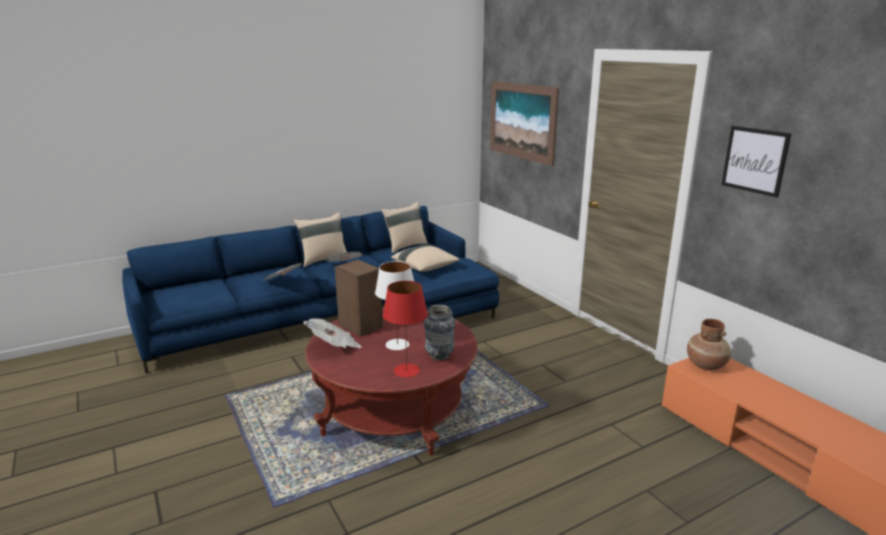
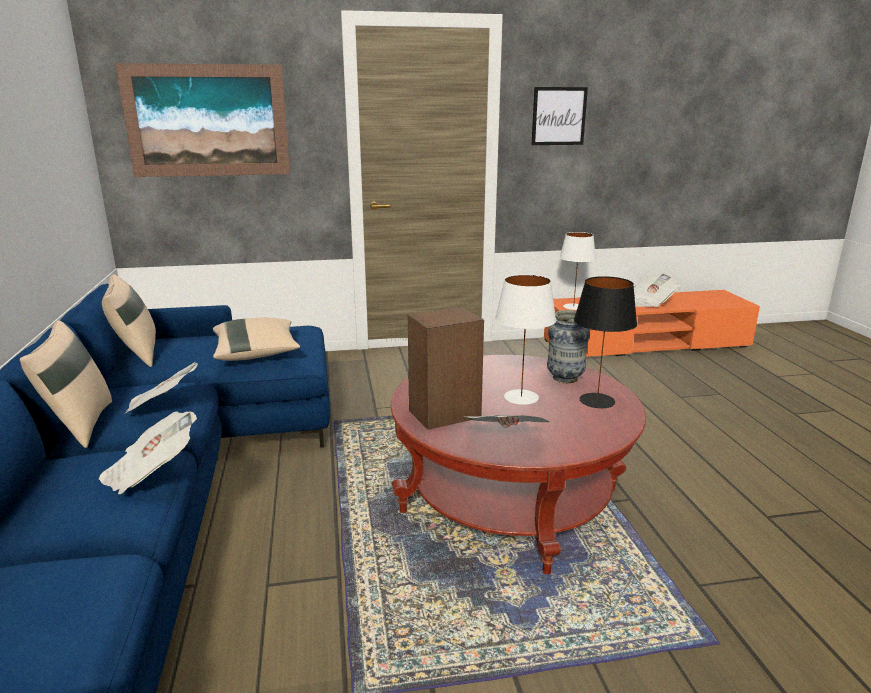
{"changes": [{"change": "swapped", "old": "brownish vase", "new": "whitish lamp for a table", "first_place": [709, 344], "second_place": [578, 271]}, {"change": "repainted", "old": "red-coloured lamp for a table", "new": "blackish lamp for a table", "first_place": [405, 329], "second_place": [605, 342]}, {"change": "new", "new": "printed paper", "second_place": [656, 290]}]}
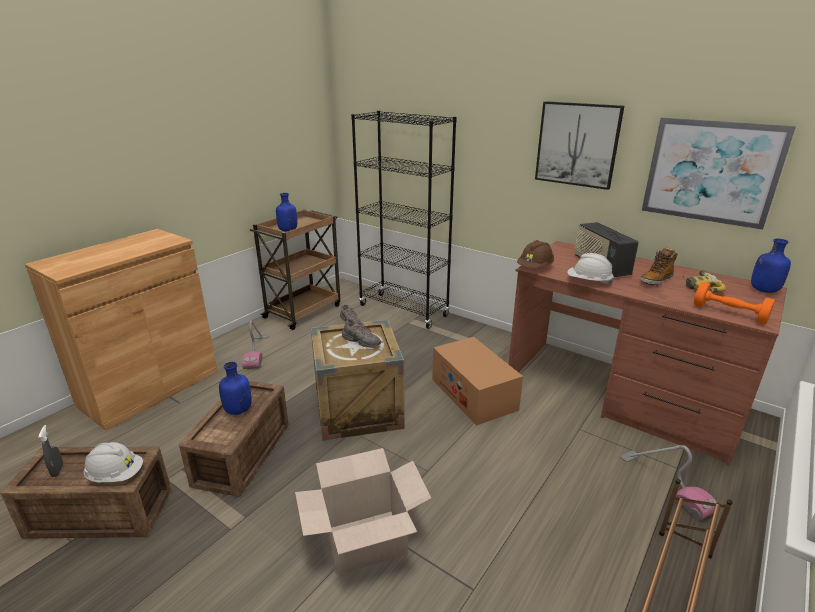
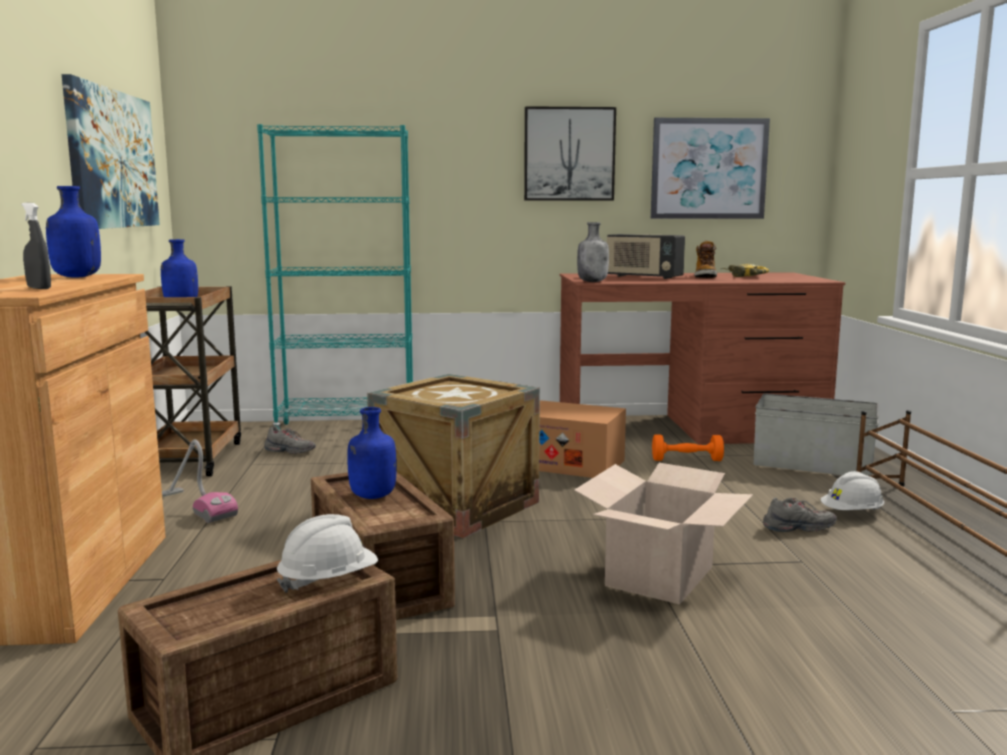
{"changes": [{"change": "shifted", "old": "gray sprayer", "first_place": [50, 451], "second_place": [36, 245]}, {"change": "shifted", "old": "blue bottle", "first_place": [771, 266], "second_place": [73, 231]}, {"change": "new", "new": "picture", "second_place": [111, 151]}, {"change": "repainted", "old": "blackish bookcase", "new": "turquoise bookcase", "first_place": [404, 219], "second_place": [335, 277]}, {"change": "swapped", "old": "brownish safety helmet", "new": "gray bottle", "first_place": [535, 254], "second_place": [593, 252]}, {"change": "shifted", "old": "orange free weight", "first_place": [734, 303], "second_place": [688, 448]}, {"change": "swapped", "old": "vacuum cleaner", "new": "gray storage container", "first_place": [668, 482], "second_place": [816, 434]}, {"change": "shifted", "old": "gray low shoe", "first_place": [361, 333], "second_place": [800, 515]}, {"change": "shifted", "old": "whitish safety helmet", "first_place": [590, 269], "second_place": [852, 490]}]}
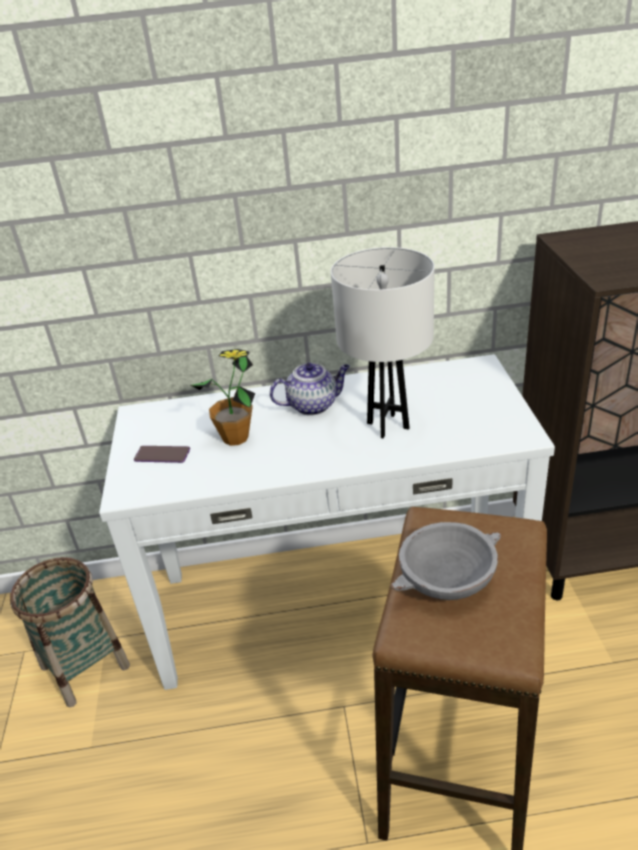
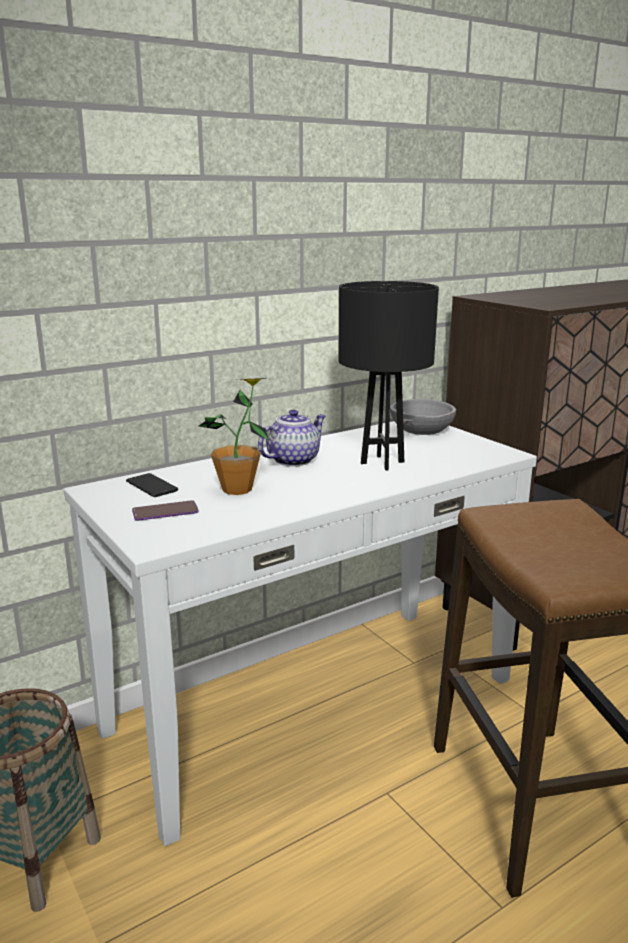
{"changes": [{"change": "new", "new": "telephone", "second_place": [152, 485]}, {"change": "repainted", "old": "whitish lamp for a table", "new": "blackish lamp for a table", "first_place": [383, 343], "second_place": [389, 375]}, {"change": "shifted", "old": "gray serving bowl", "first_place": [445, 561], "second_place": [423, 417]}]}
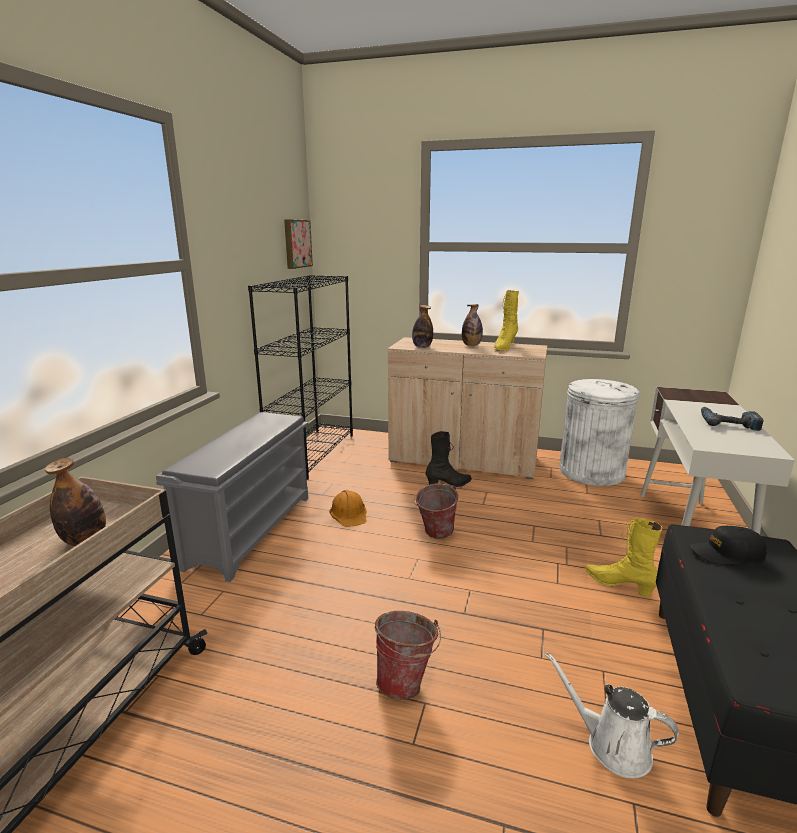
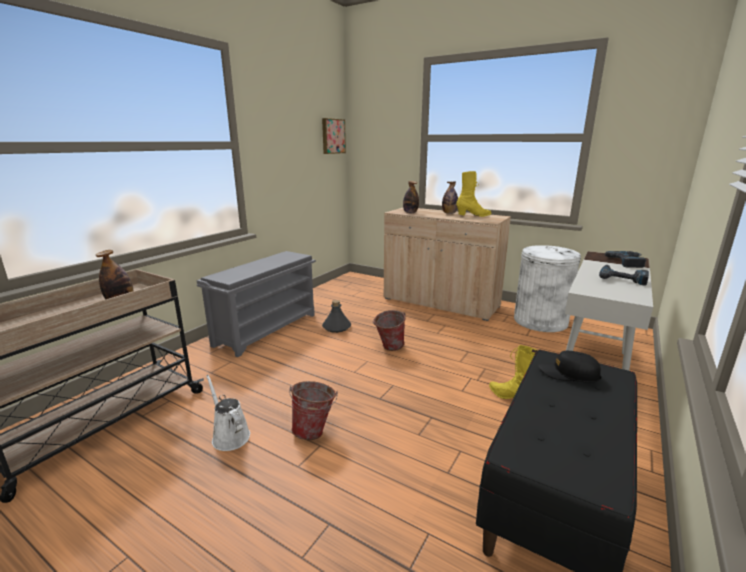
{"changes": [{"change": "shifted", "old": "whitish sprinkling can", "first_place": [612, 715], "second_place": [228, 413]}, {"change": "swapped", "old": "orange safety helmet", "new": "gray bottle", "first_place": [348, 508], "second_place": [336, 316]}, {"change": "rotated", "old": "yellow-coloured tall boot", "first_place": [506, 320], "second_place": [474, 194], "degrees": -150}, {"change": "new", "new": "drill", "second_place": [626, 259]}, {"change": "gone", "old": "blackish bookcase", "first_place": [300, 377]}, {"change": "gone", "old": "blackish tall boot", "first_place": [448, 459]}]}
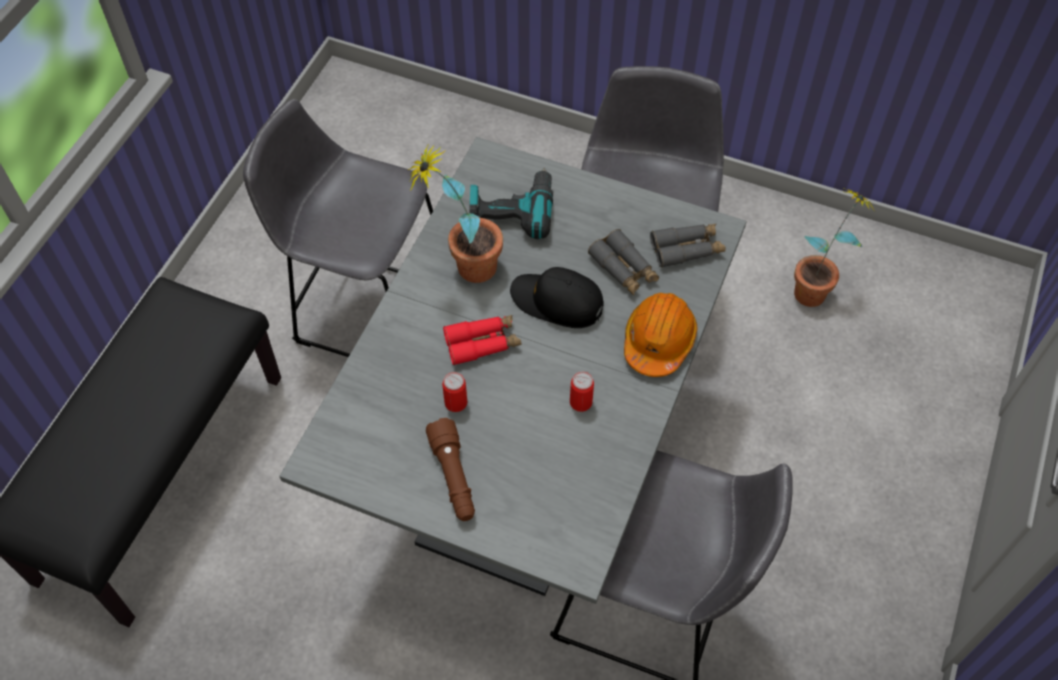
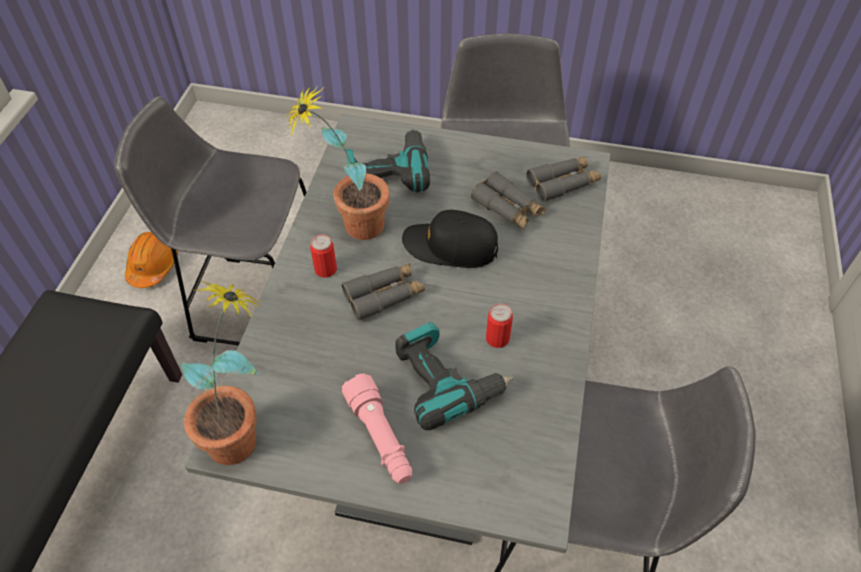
{"changes": [{"change": "shifted", "old": "orange safety helmet", "first_place": [660, 335], "second_place": [151, 260]}, {"change": "shifted", "old": "potted plant", "first_place": [834, 248], "second_place": [221, 372]}, {"change": "shifted", "old": "sealed can", "first_place": [454, 392], "second_place": [323, 256]}, {"change": "repainted", "old": "red-coloured field glasses", "new": "gray field glasses", "first_place": [482, 340], "second_place": [383, 292]}, {"change": "repainted", "old": "brownish torch", "new": "pink-coloured torch", "first_place": [450, 469], "second_place": [377, 428]}, {"change": "new", "new": "drill", "second_place": [454, 376]}]}
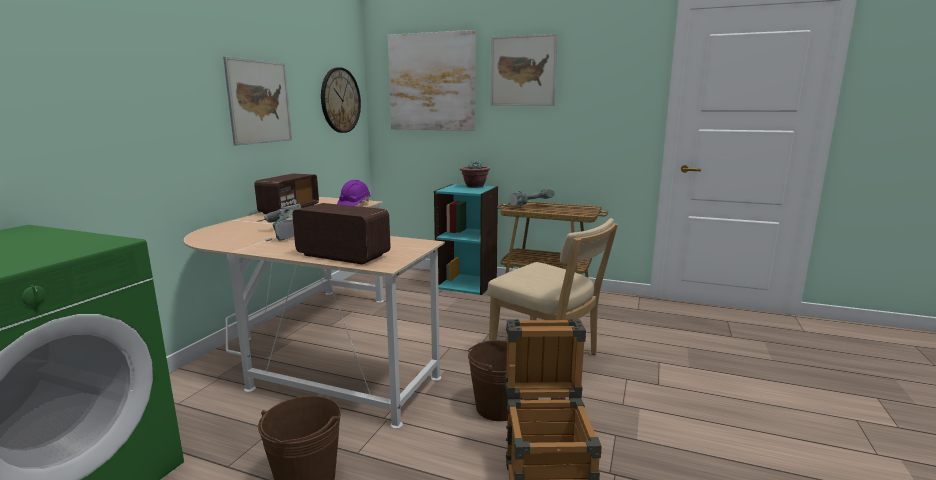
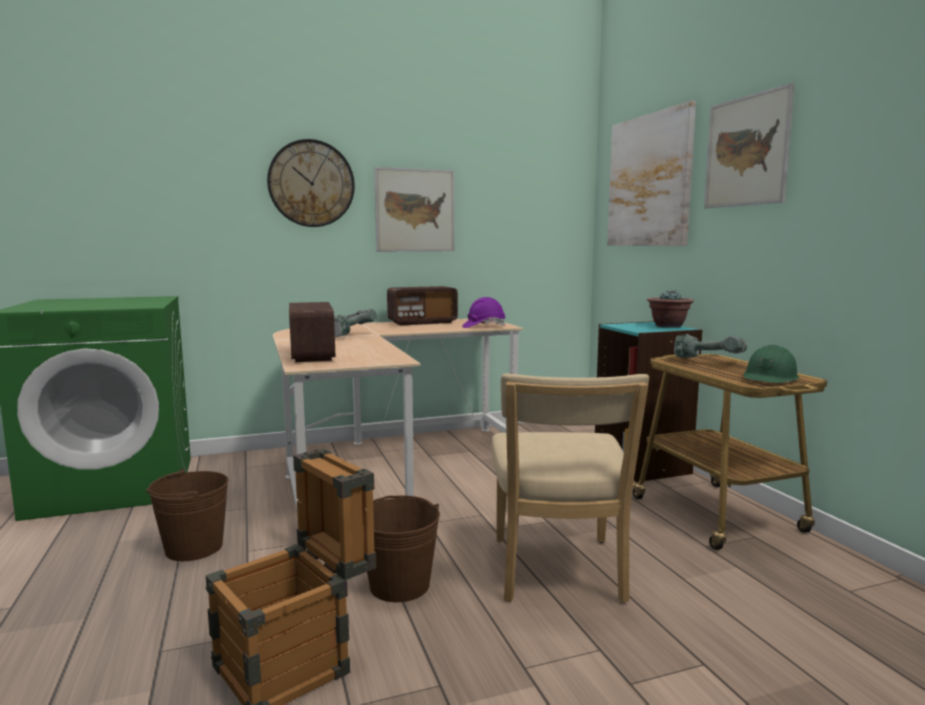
{"changes": [{"change": "shifted", "old": "hanging clock", "first_place": [341, 100], "second_place": [311, 183]}, {"change": "new", "new": "green-coloured safety helmet", "second_place": [771, 364]}]}
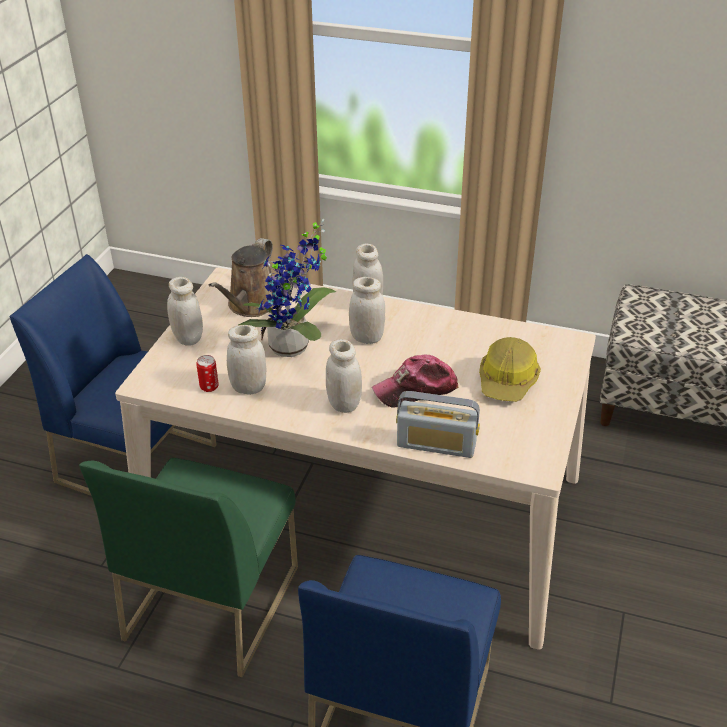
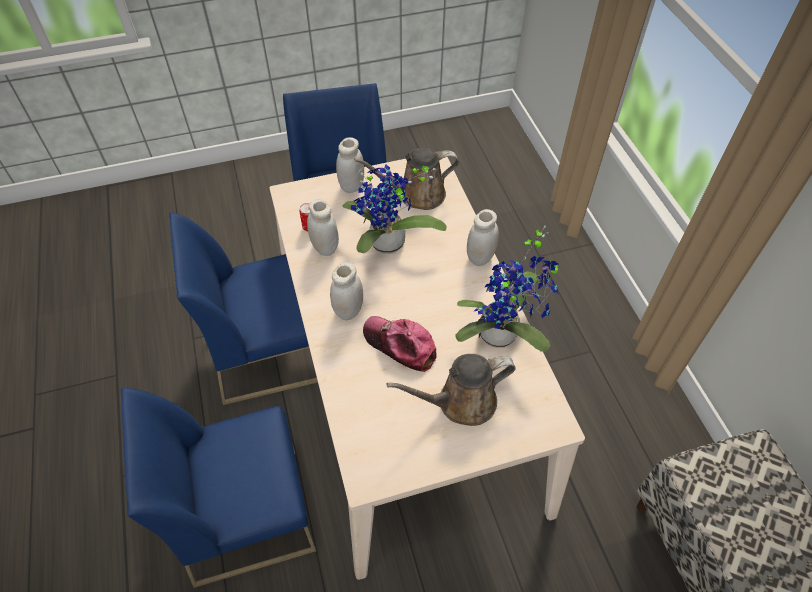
{"changes": [{"change": "repainted", "old": "green-coloured upright chair", "new": "blue upright chair", "first_place": [188, 567], "second_place": [243, 308]}, {"change": "swapped", "old": "safety helmet", "new": "brownish sprinkling can", "first_place": [510, 369], "second_place": [451, 390]}, {"change": "new", "new": "potted plant", "second_place": [507, 288]}, {"change": "gone", "old": "whitish jar", "first_place": [367, 310]}, {"change": "gone", "old": "radio", "first_place": [438, 424]}]}
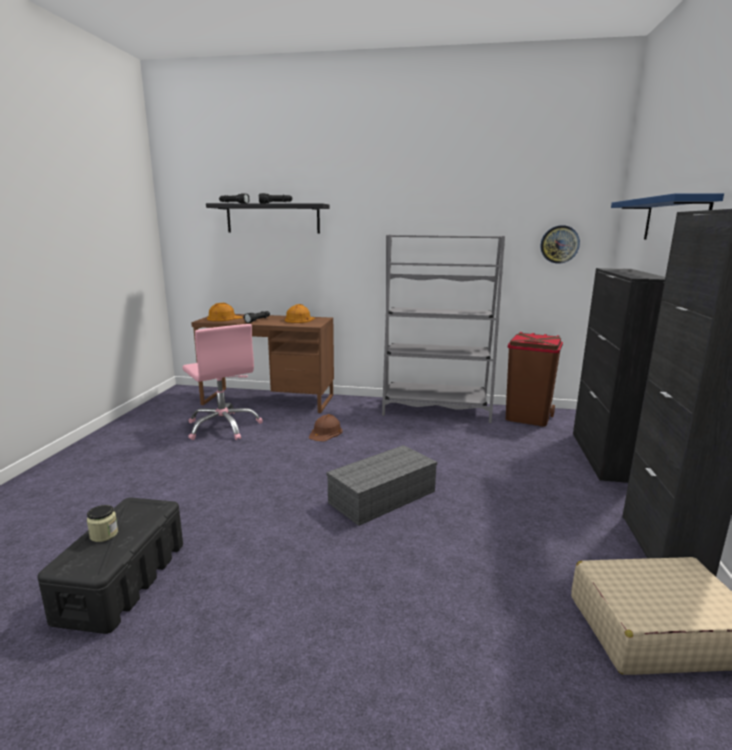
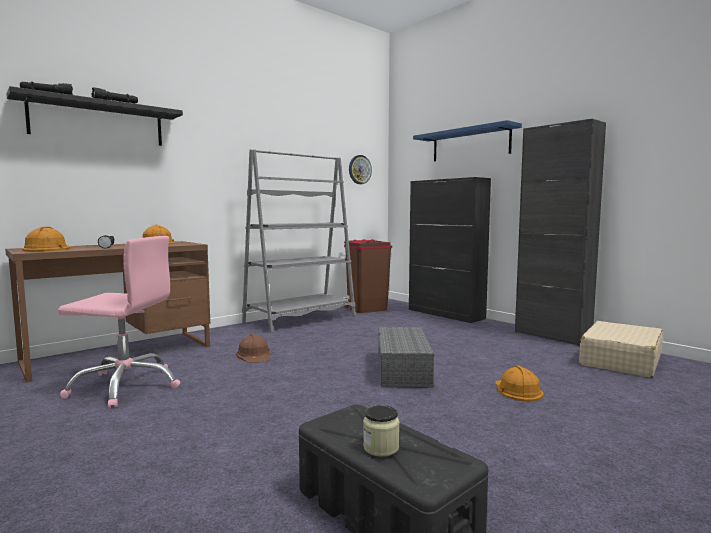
{"changes": [{"change": "new", "new": "orange safety helmet", "second_place": [519, 383]}]}
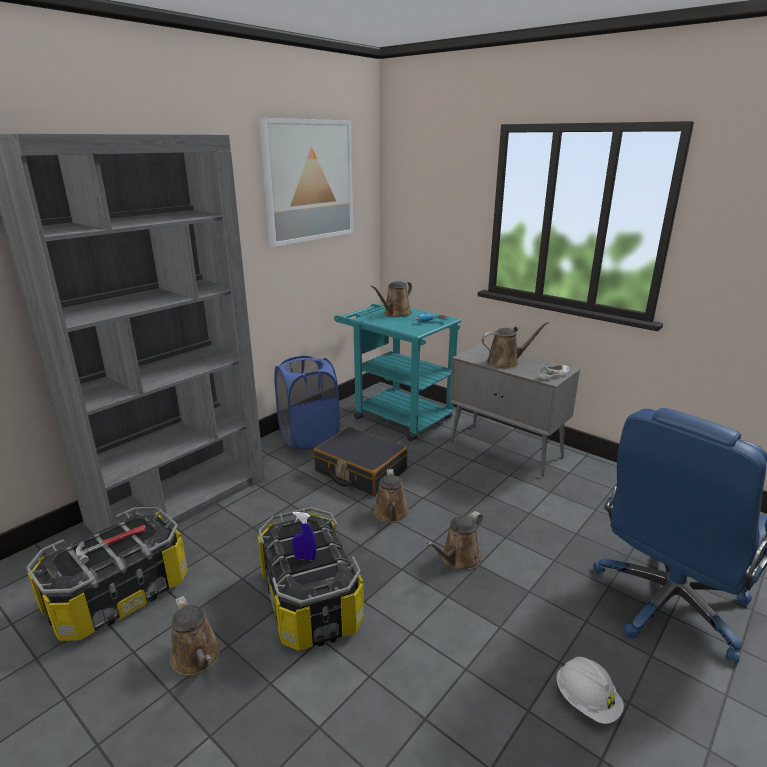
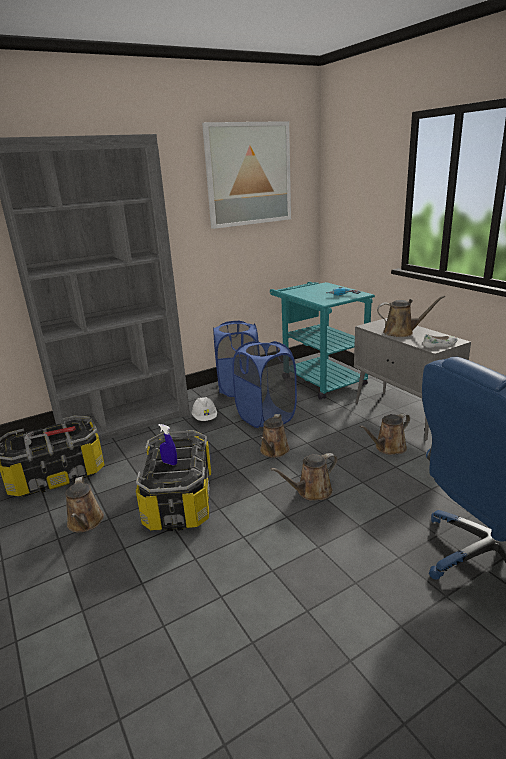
{"changes": [{"change": "shifted", "old": "whitish safety helmet", "first_place": [590, 690], "second_place": [204, 409]}, {"change": "swapped", "old": "blackish suitcase", "new": "blue laundry basket", "first_place": [360, 461], "second_place": [264, 384]}, {"change": "shifted", "old": "brownish sprinkling can", "first_place": [391, 299], "second_place": [384, 434]}]}
